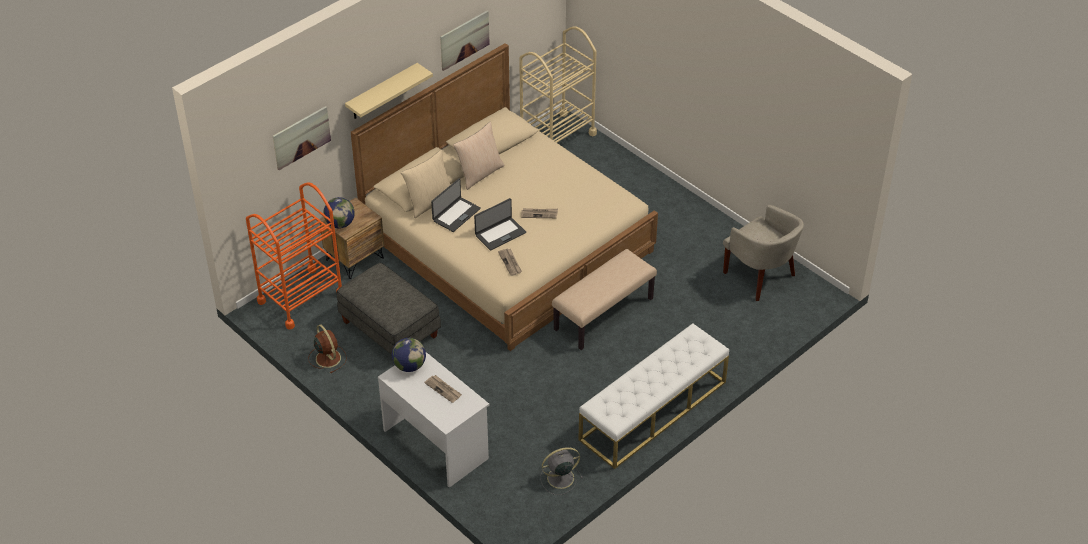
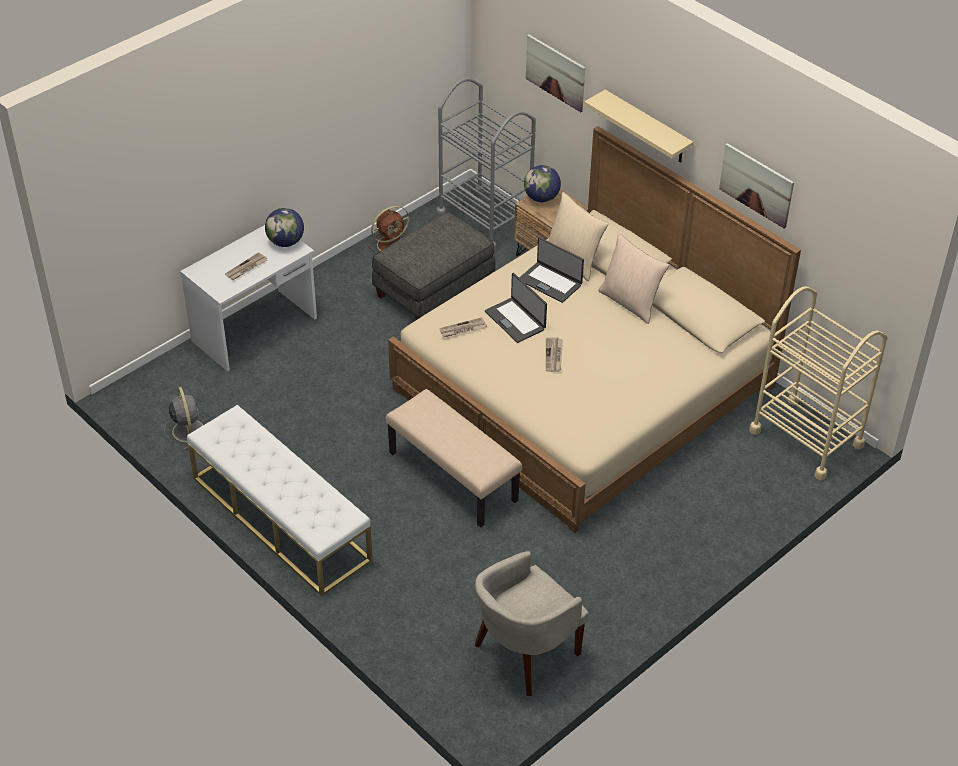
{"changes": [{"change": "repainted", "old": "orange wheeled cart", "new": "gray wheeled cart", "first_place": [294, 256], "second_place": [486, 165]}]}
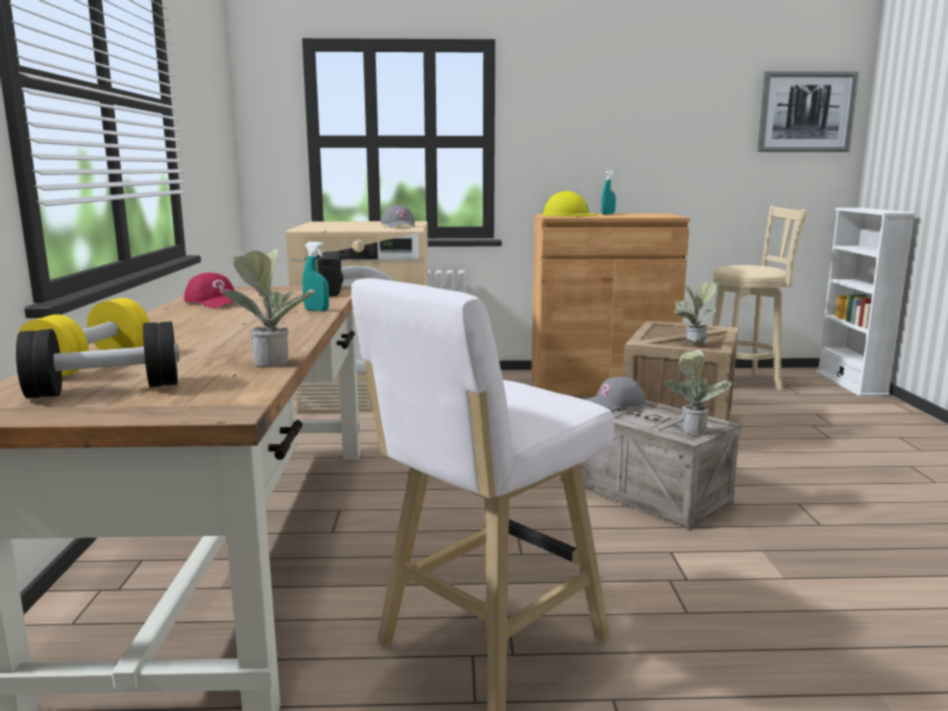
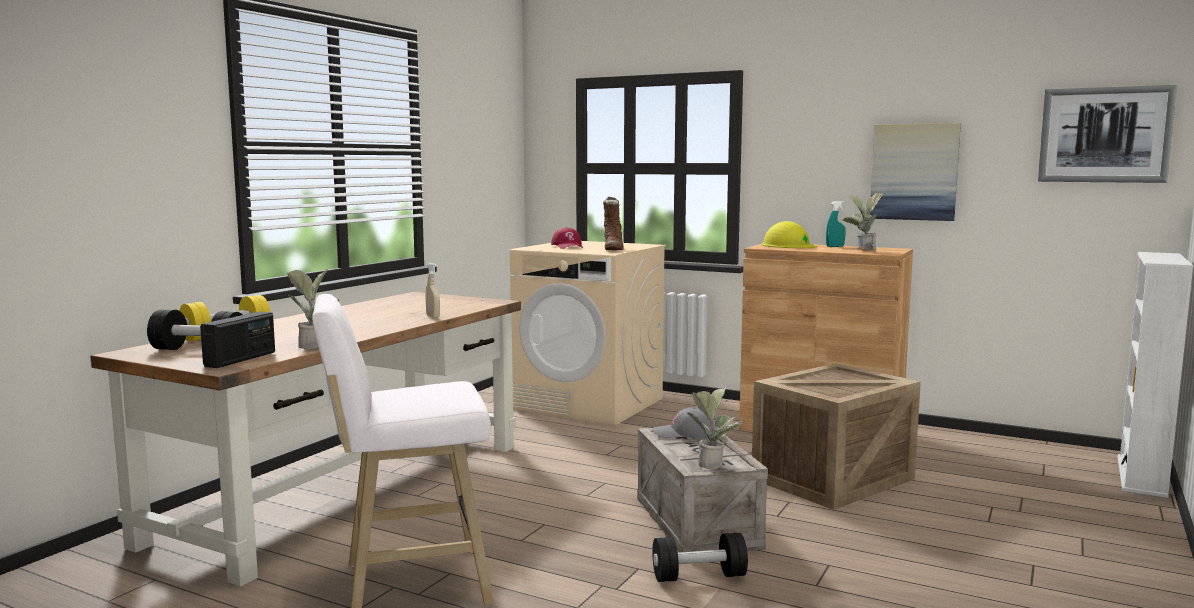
{"changes": [{"change": "shifted", "old": "radio", "first_place": [330, 273], "second_place": [237, 339]}, {"change": "repainted", "old": "turquoise sprayer", "new": "sand-coloured sprayer", "first_place": [315, 276], "second_place": [433, 290]}, {"change": "shifted", "old": "red-coloured peaked cap", "first_place": [209, 290], "second_place": [567, 238]}, {"change": "swapped", "old": "gray peaked cap", "new": "brownish tall boot", "first_place": [398, 216], "second_place": [613, 223]}, {"change": "new", "new": "blackish free weight", "second_place": [700, 557]}, {"change": "shifted", "old": "potted plant", "first_place": [695, 313], "second_place": [862, 222]}, {"change": "new", "new": "picture", "second_place": [915, 172]}, {"change": "gone", "old": "sand-coloured stool seat", "first_place": [760, 298]}]}
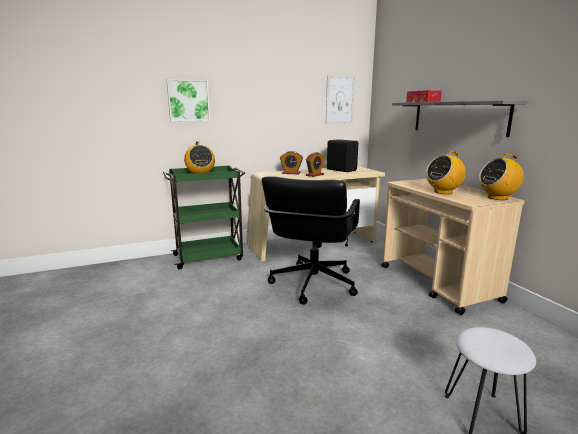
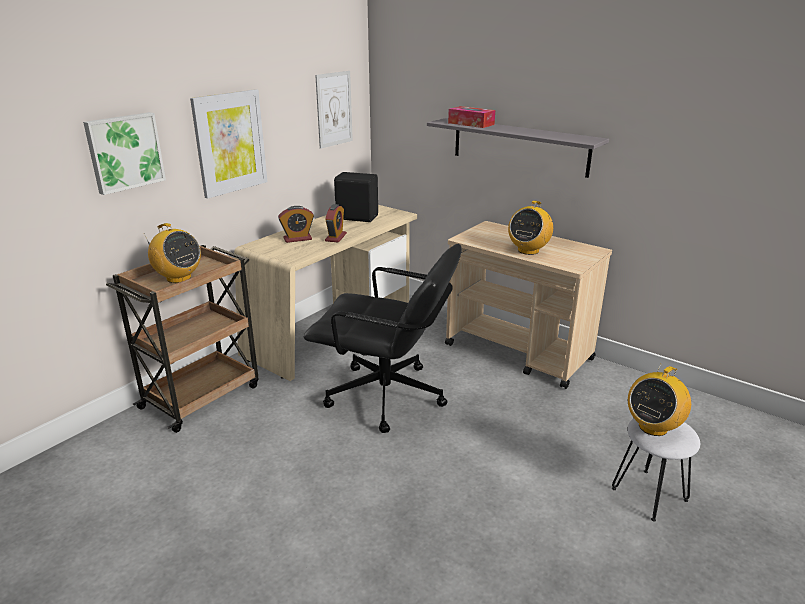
{"changes": [{"change": "repainted", "old": "green-coloured wheeled cart", "new": "brownish wheeled cart", "first_place": [204, 217], "second_place": [182, 339]}, {"change": "new", "new": "picture", "second_place": [228, 144]}, {"change": "rotated", "old": "blackish office chair", "first_place": [311, 240], "second_place": [383, 338], "degrees": -60}, {"change": "shifted", "old": "radio", "first_place": [501, 176], "second_place": [659, 400]}]}
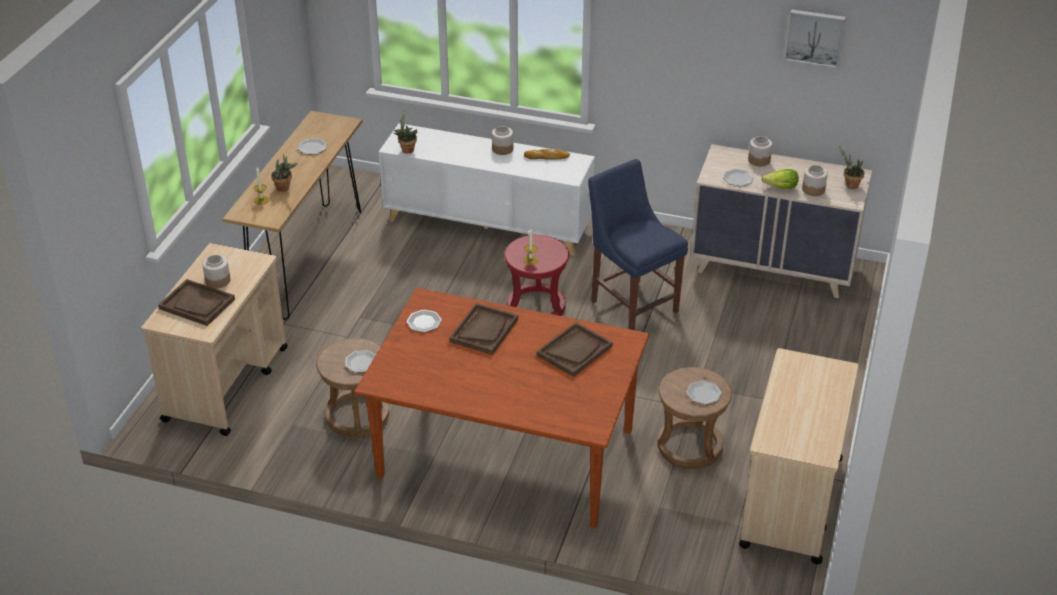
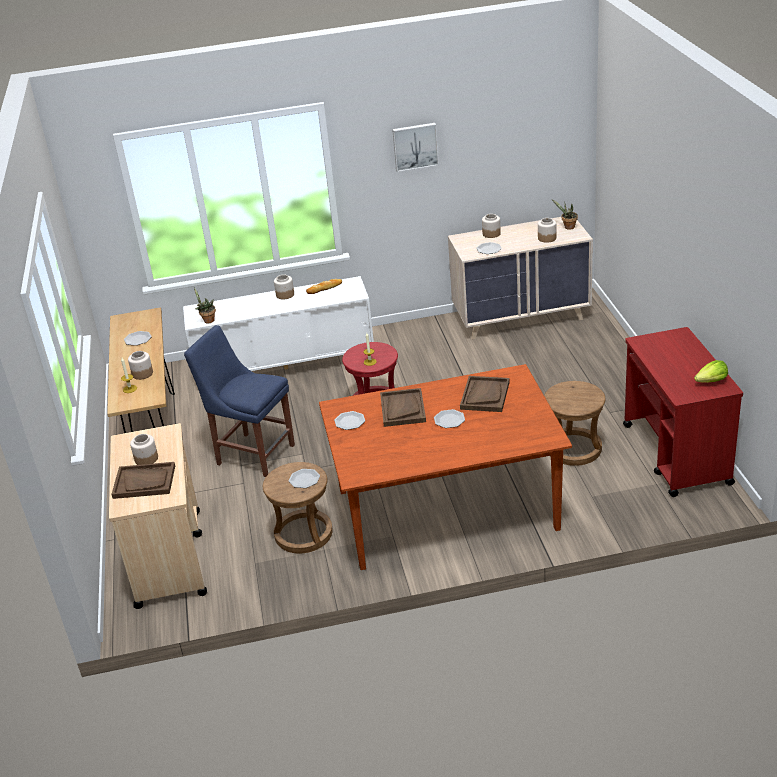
{"changes": [{"change": "swapped", "old": "potted plant", "new": "jar", "first_place": [284, 173], "second_place": [140, 365]}, {"change": "shifted", "old": "blue upright chair", "first_place": [638, 244], "second_place": [239, 401]}, {"change": "shifted", "old": "picture", "first_place": [815, 38], "second_place": [415, 147]}, {"change": "shifted", "old": "flat dish", "first_place": [704, 392], "second_place": [449, 418]}, {"change": "repainted", "old": "sand-coloured wheeled cart", "new": "red-coloured wheeled cart", "first_place": [798, 456], "second_place": [683, 412]}, {"change": "shifted", "old": "lettuce head", "first_place": [780, 179], "second_place": [711, 371]}]}
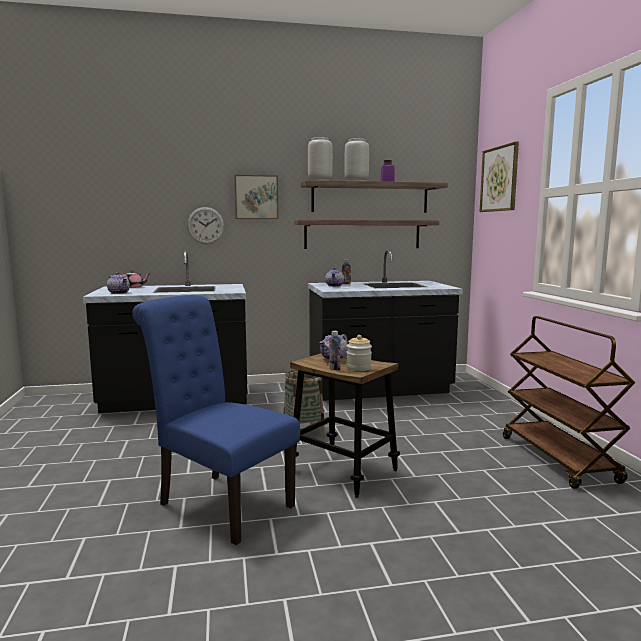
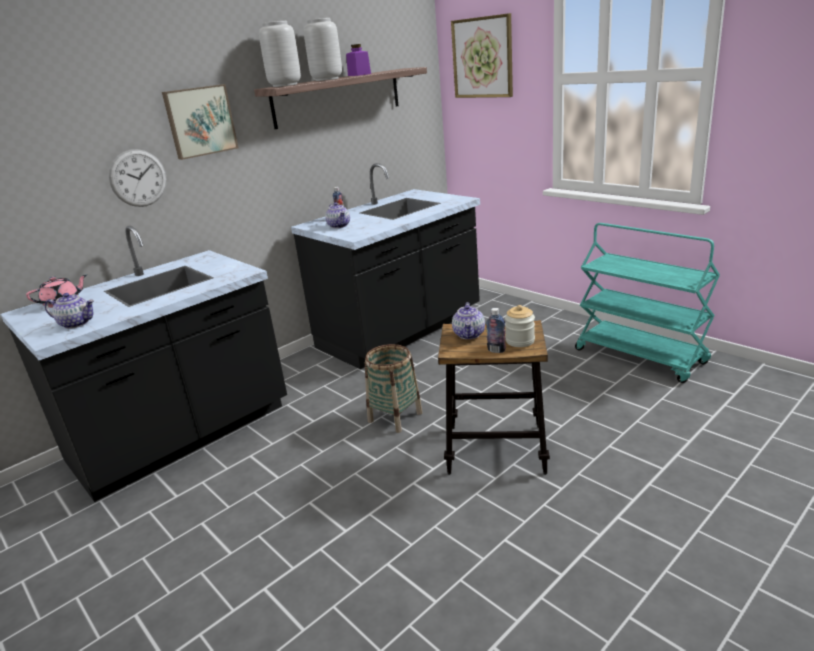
{"changes": [{"change": "repainted", "old": "brownish wheeled cart", "new": "turquoise wheeled cart", "first_place": [569, 402], "second_place": [647, 303]}, {"change": "gone", "old": "blue upright chair", "first_place": [216, 420]}, {"change": "gone", "old": "wall shelf", "first_place": [366, 234]}]}
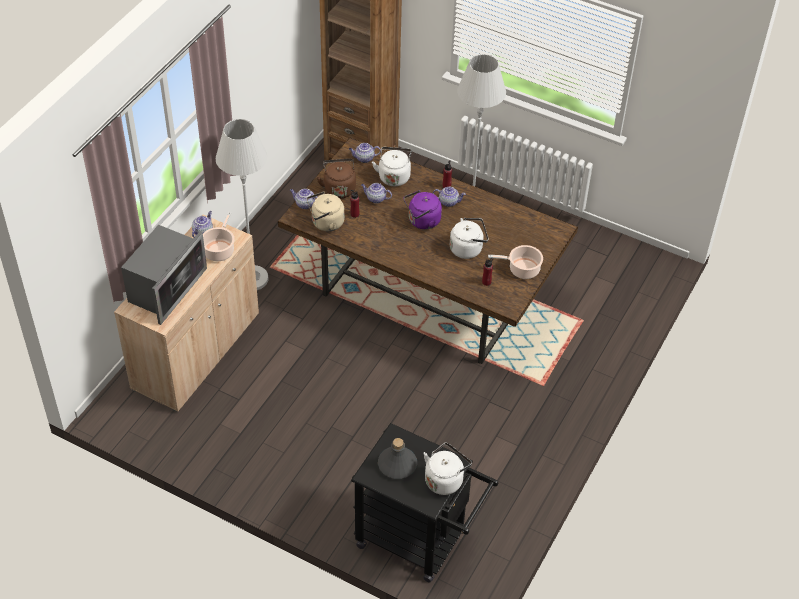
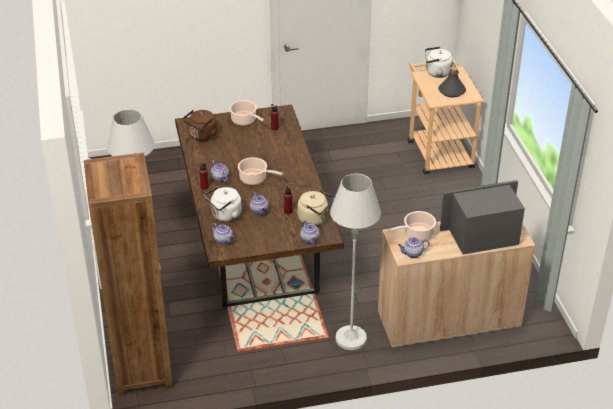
{"changes": [{"change": "shifted", "old": "brownish kettle", "first_place": [336, 178], "second_place": [199, 125]}, {"change": "swapped", "old": "purple kettle", "new": "stockpot", "first_place": [422, 210], "second_place": [260, 171]}, {"change": "repainted", "old": "blackish wheeled cart", "new": "sand-coloured wheeled cart", "first_place": [424, 502], "second_place": [446, 116]}, {"change": "gone", "old": "whitish kettle", "first_place": [469, 238]}]}
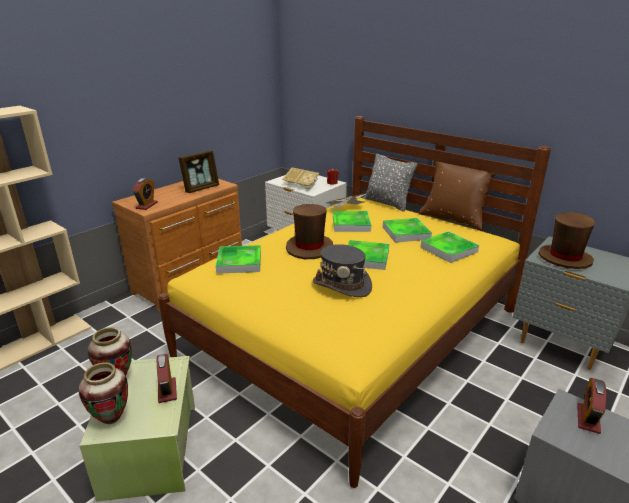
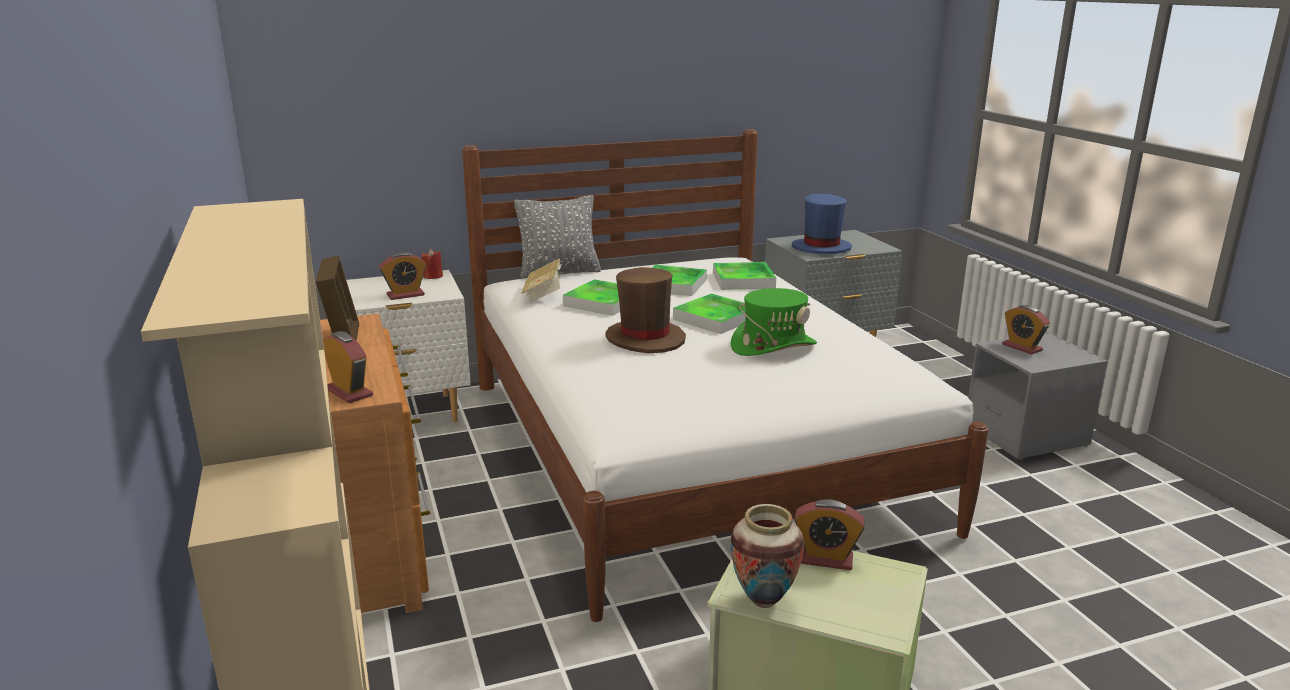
{"changes": [{"change": "swapped", "old": "bound book", "new": "alarm clock", "first_place": [300, 179], "second_place": [402, 276]}, {"change": "repainted", "old": "yellow-coloured bedroom bed", "new": "whitish bedroom bed", "first_place": [354, 302], "second_place": [725, 375]}, {"change": "repainted", "old": "gray clothing hat", "new": "green-coloured clothing hat", "first_place": [342, 270], "second_place": [774, 322]}, {"change": "repainted", "old": "brownish clothing hat", "new": "blue clothing hat", "first_place": [566, 240], "second_place": [822, 224]}, {"change": "gone", "old": "vase", "first_place": [103, 393]}, {"change": "gone", "old": "carrying tray", "first_place": [238, 259]}, {"change": "gone", "old": "brownish pillow", "first_place": [457, 196]}]}
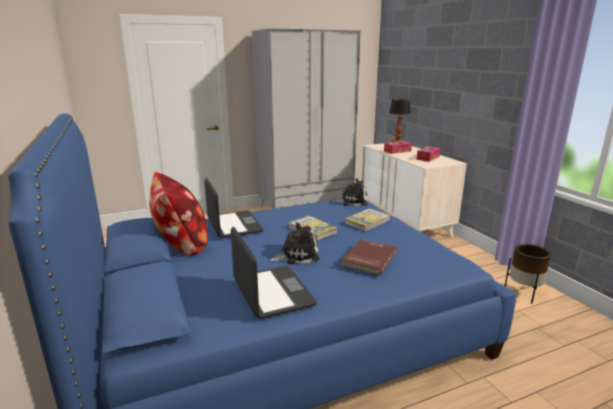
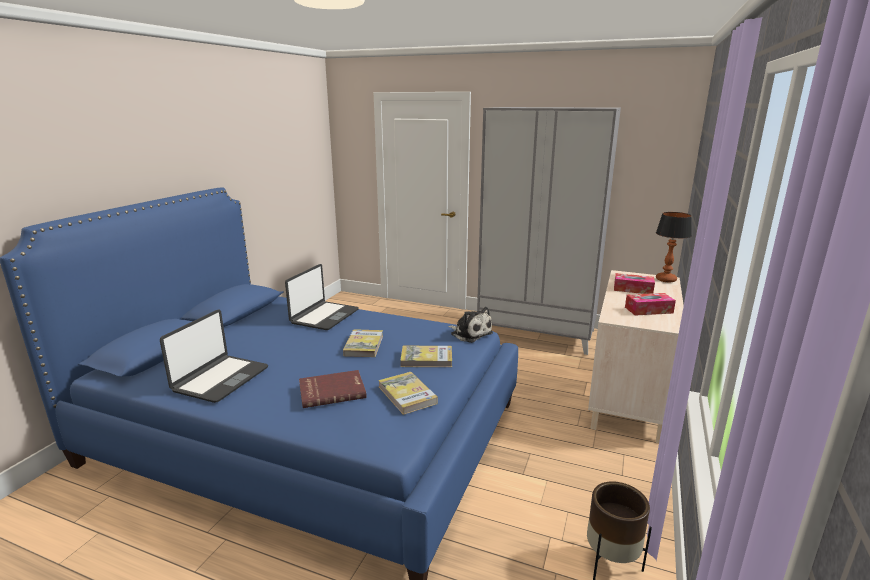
{"changes": [{"change": "new", "new": "bound book", "second_place": [408, 393]}, {"change": "gone", "old": "pillow", "first_place": [178, 213]}, {"change": "gone", "old": "plush toy", "first_place": [294, 243]}]}
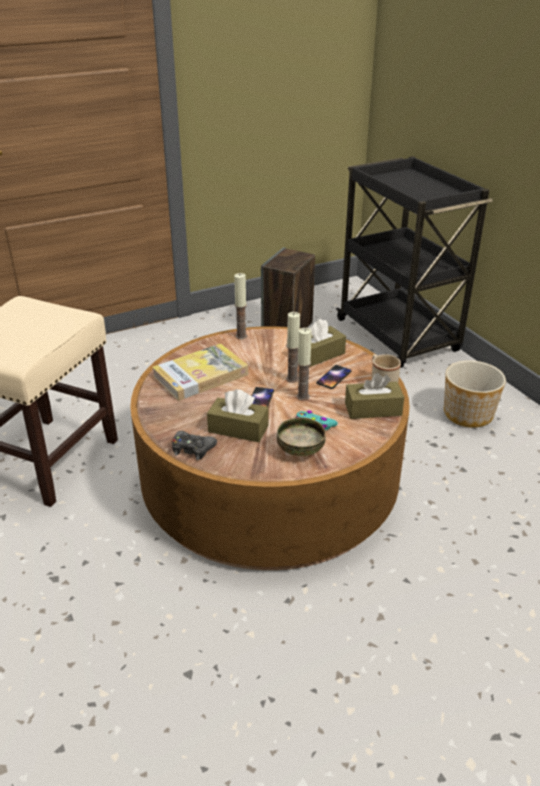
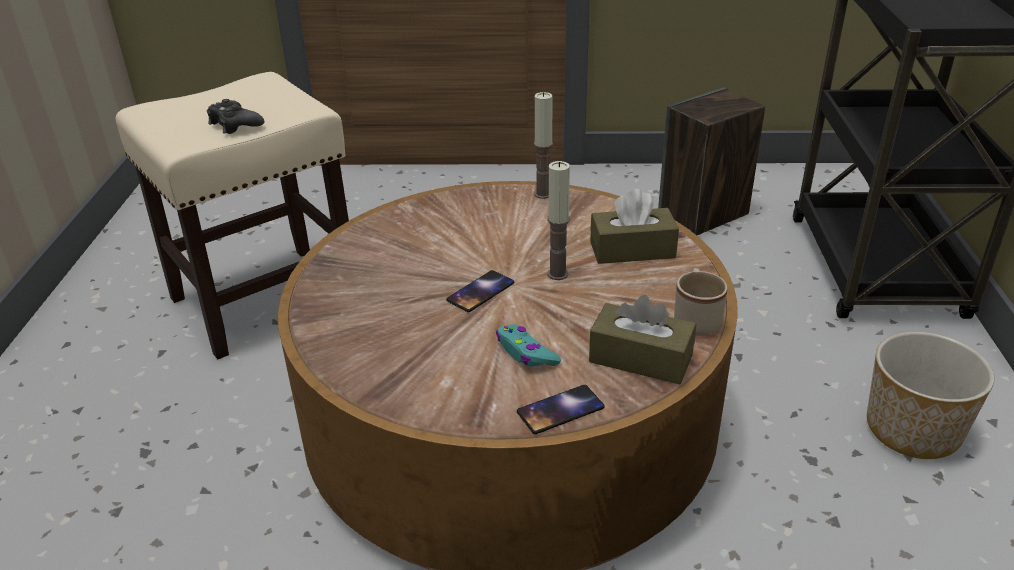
{"changes": [{"change": "shifted", "old": "blackish game controller", "first_place": [194, 445], "second_place": [235, 116]}, {"change": "shifted", "old": "telephone", "first_place": [334, 377], "second_place": [561, 409]}, {"change": "gone", "old": "bound book", "first_place": [200, 372]}, {"change": "gone", "old": "brownish tissue holder", "first_place": [237, 415]}, {"change": "gone", "old": "serving bowl", "first_place": [301, 436]}, {"change": "gone", "old": "candle", "first_place": [304, 364]}]}
